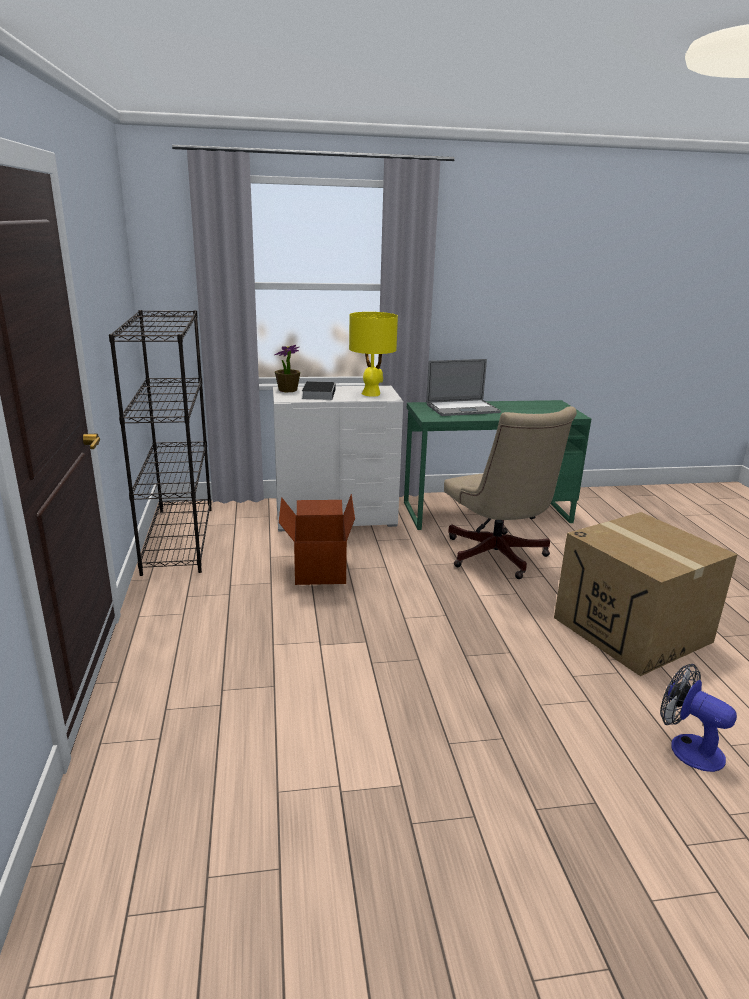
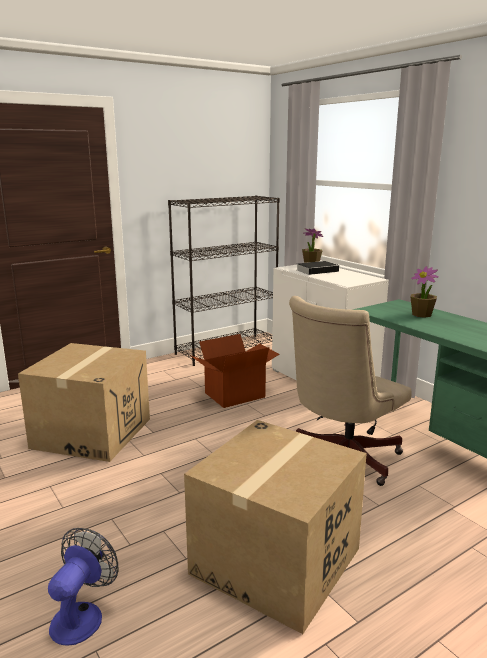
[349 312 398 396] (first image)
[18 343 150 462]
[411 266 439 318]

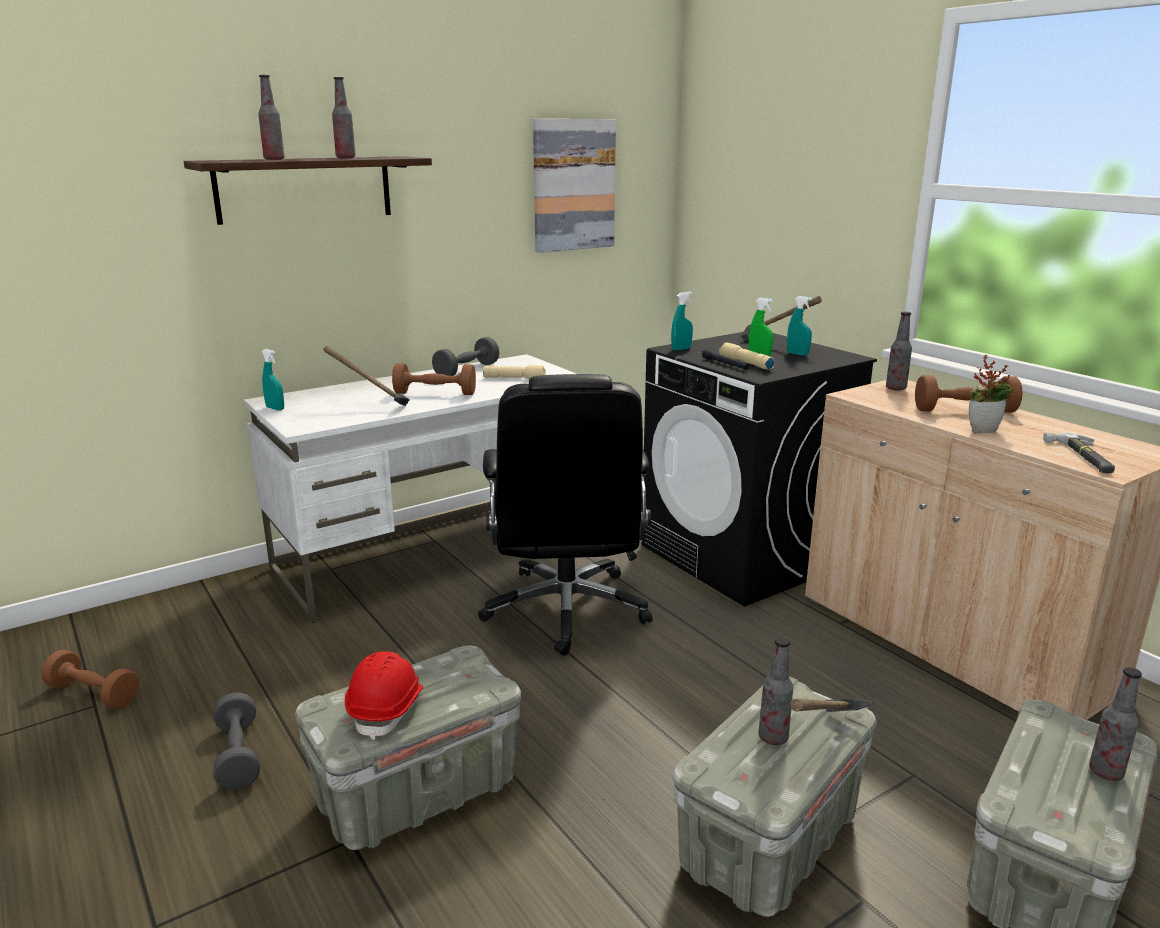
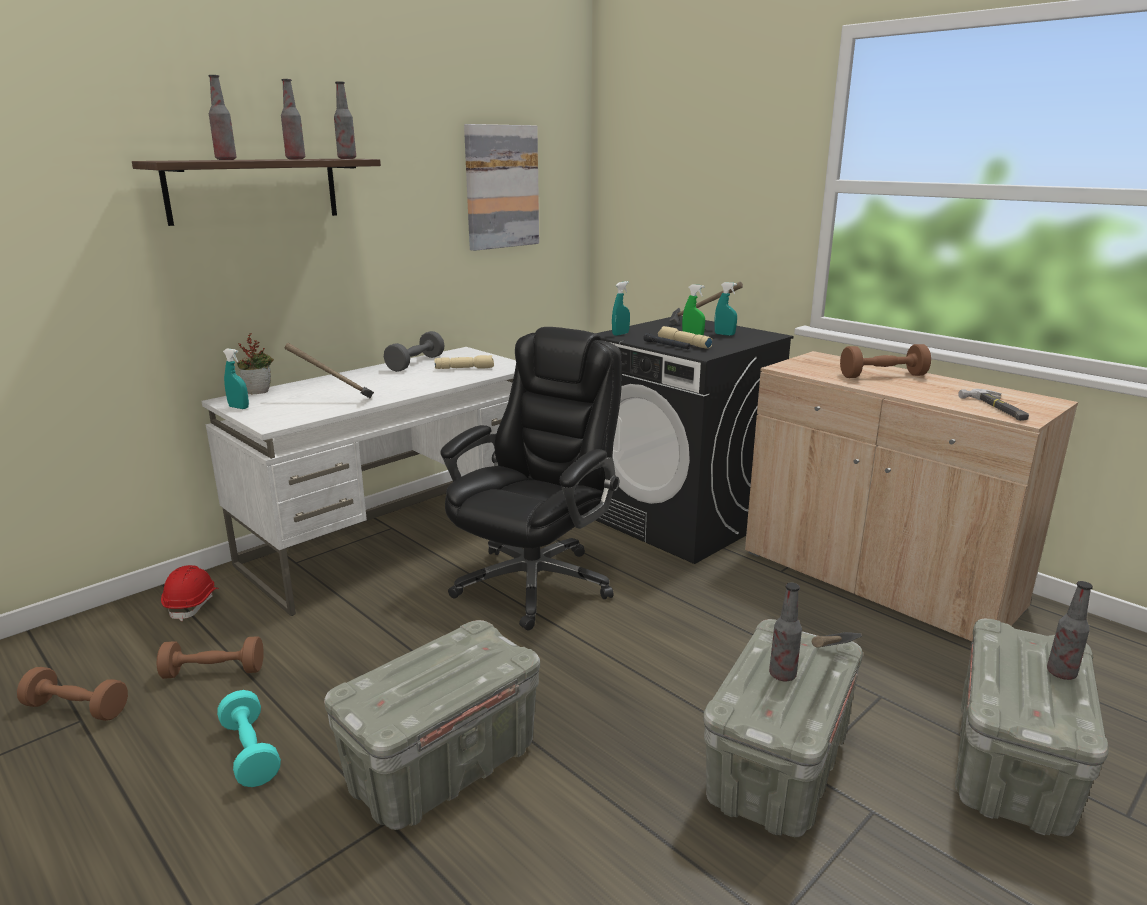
[161 565 219 621]
[157 636 264 679]
[334 81 356 159]
[237 333 274 394]
[217 690 281 787]
[440 327 622 631]

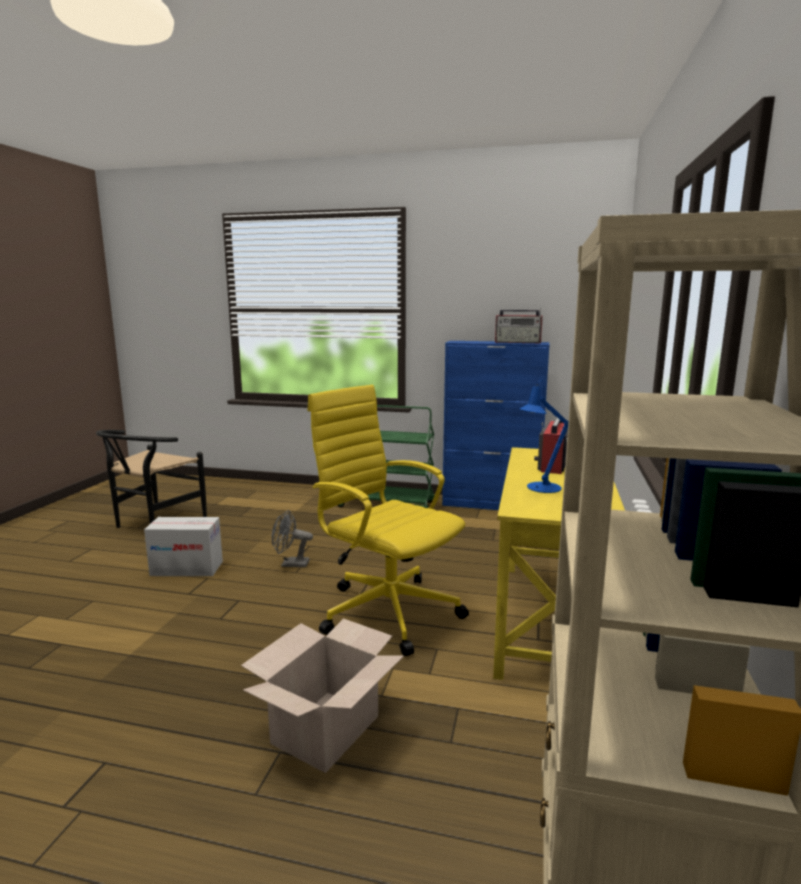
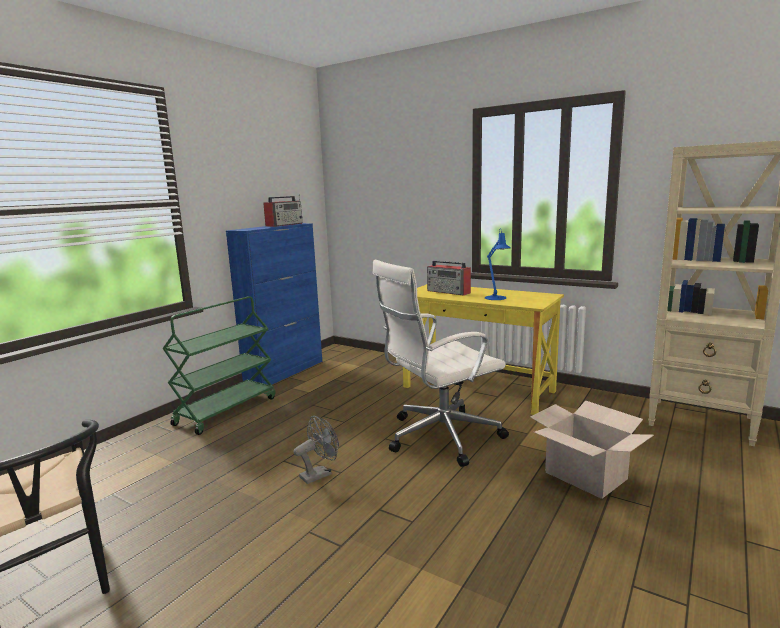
[144 517 223 576] (first image)
[372 260 509 467]
[294 416 339 484]

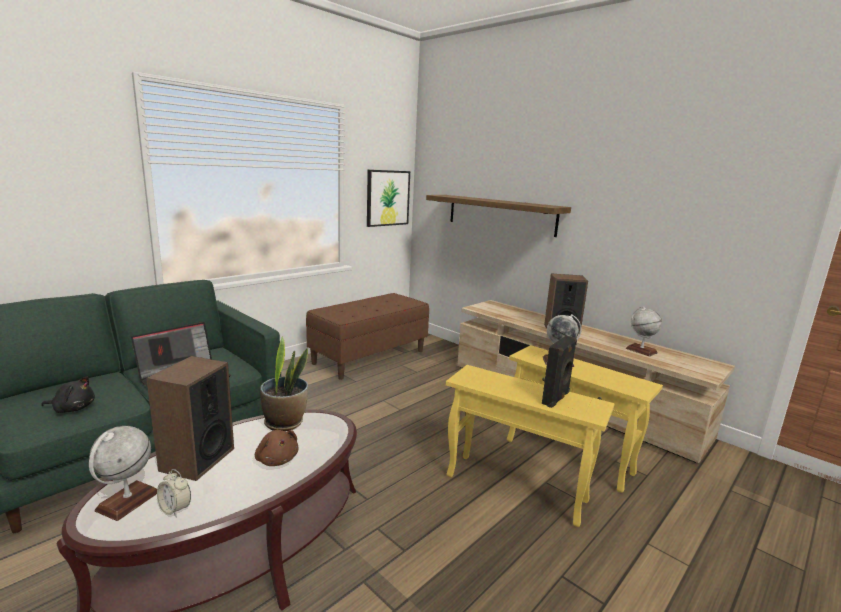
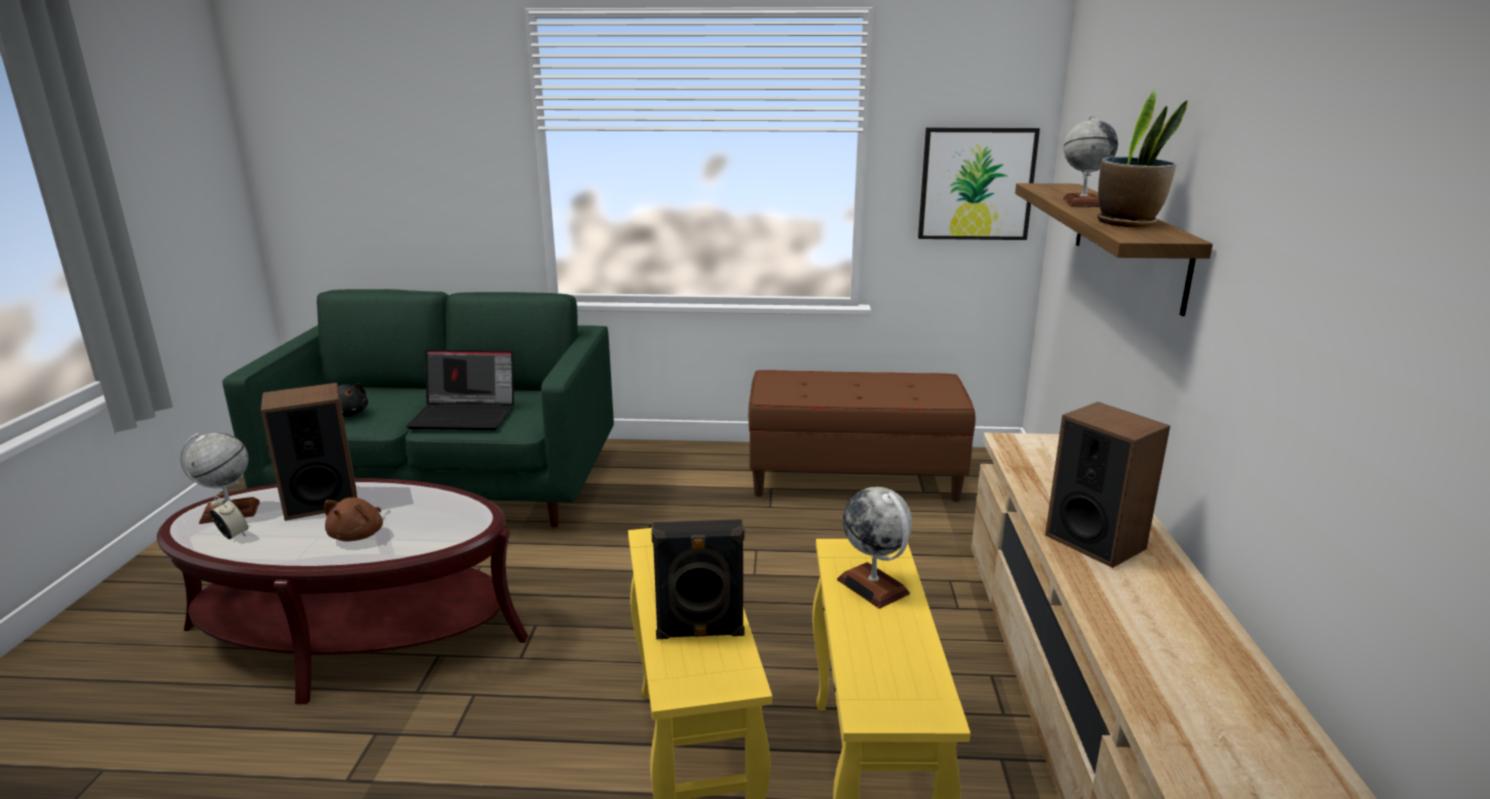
[1097 89 1188 228]
[1063 115 1118 207]
[210 496 248 539]

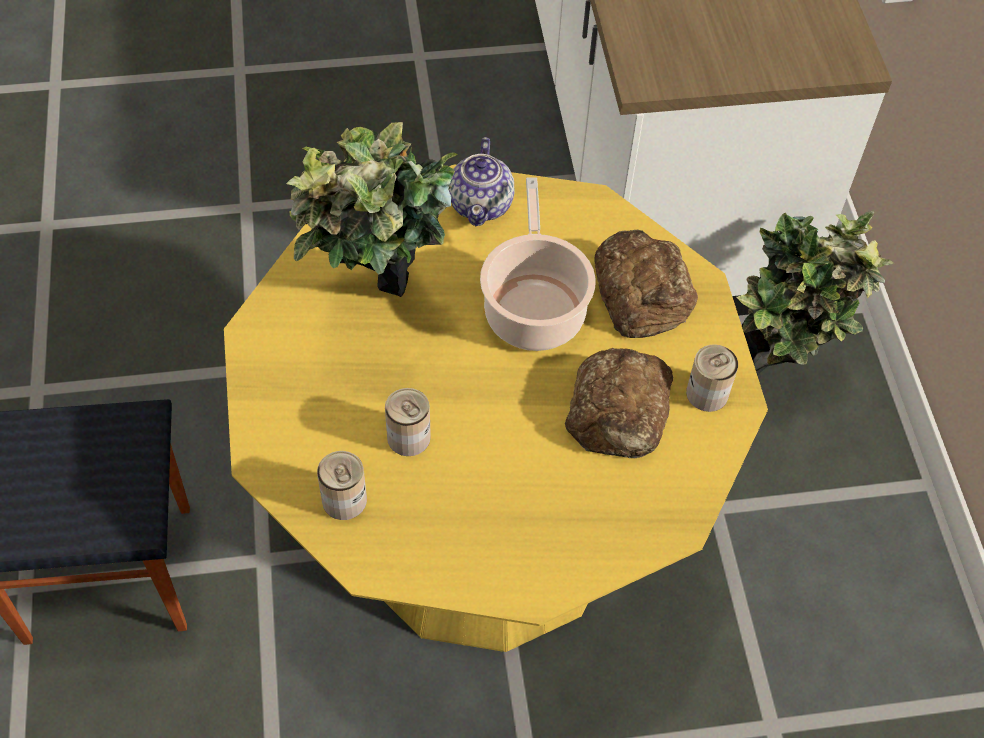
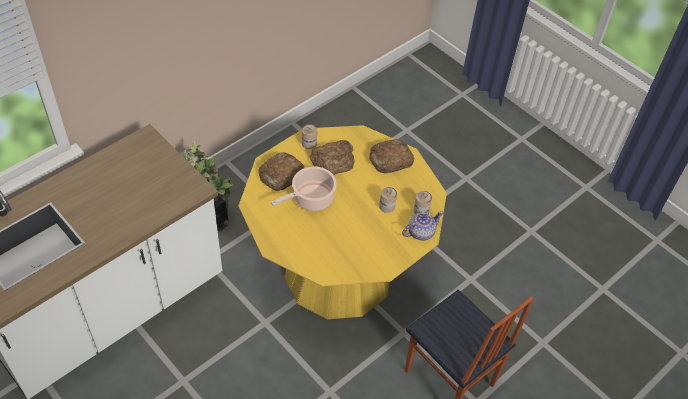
[286 122 458 297] (first image)
[369 139 415 173]
[402 211 443 241]

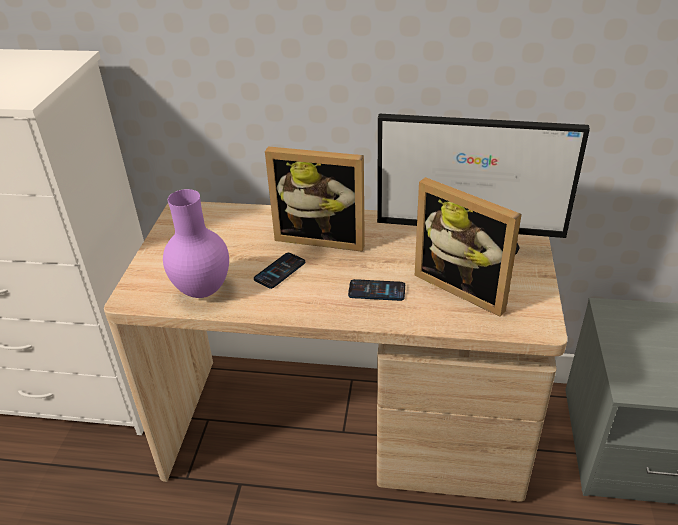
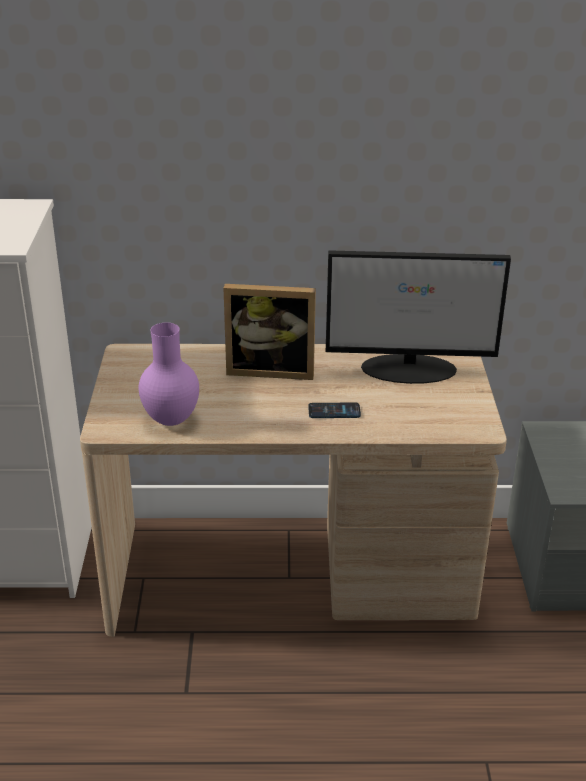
[254 253 305 289] (first image)
[415 177 522 317] (first image)

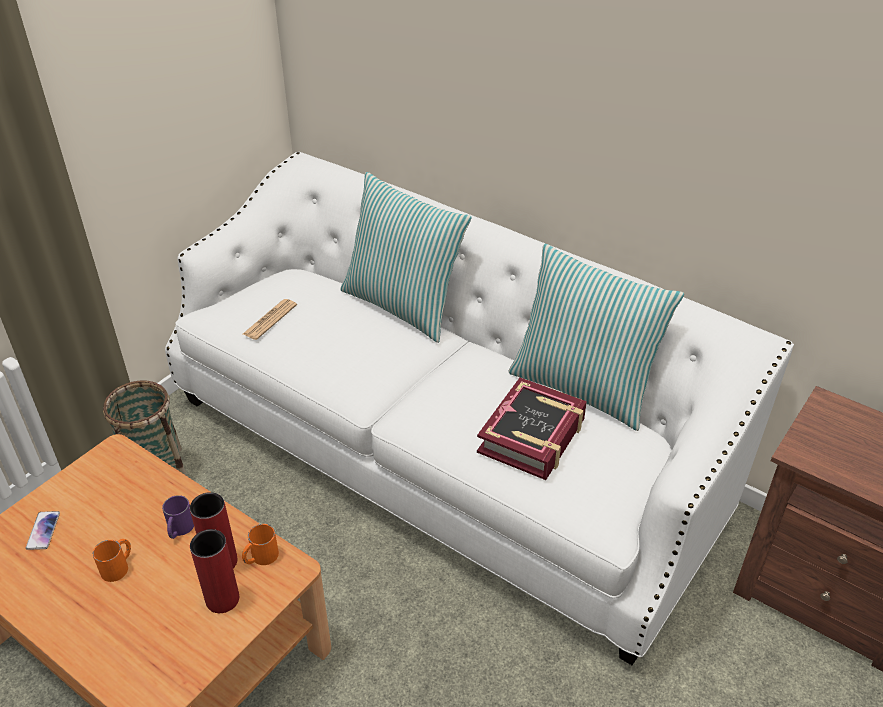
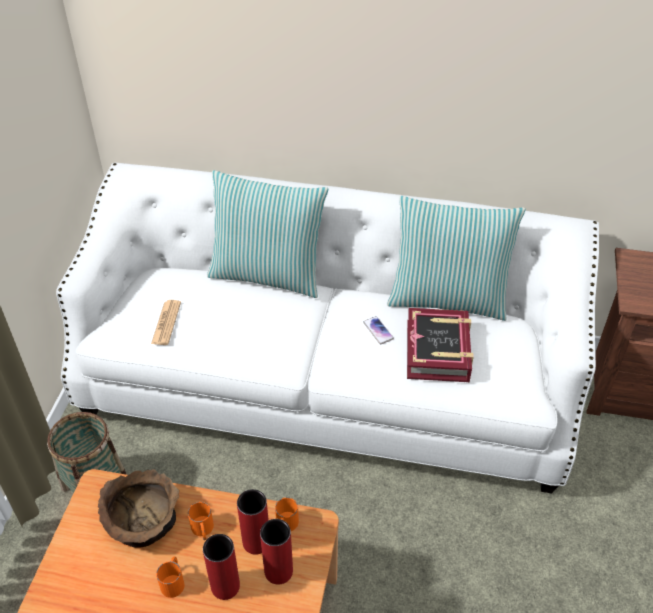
[98 469 179 548]
[203 534 240 600]
[363 316 394 344]
[188 502 214 540]

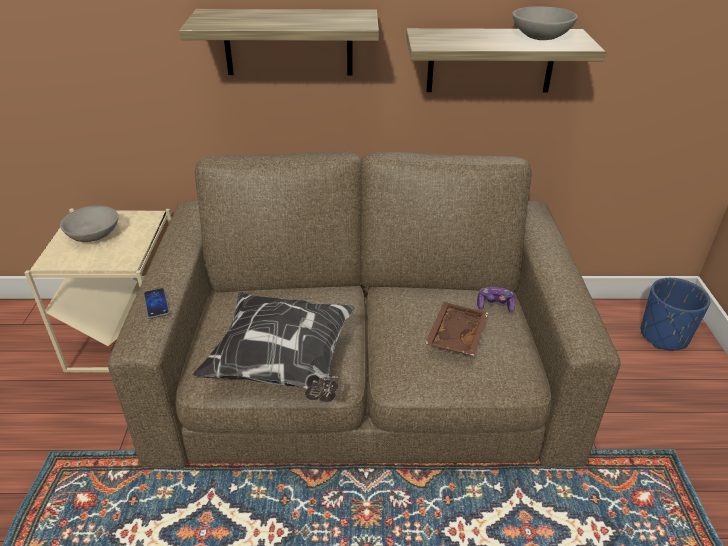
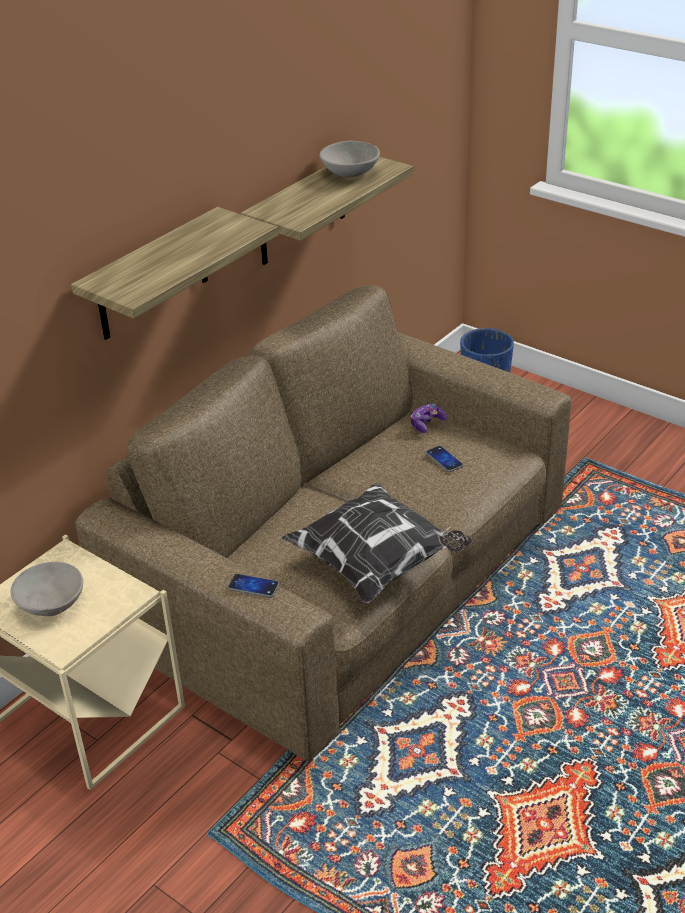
[426 446 463 472]

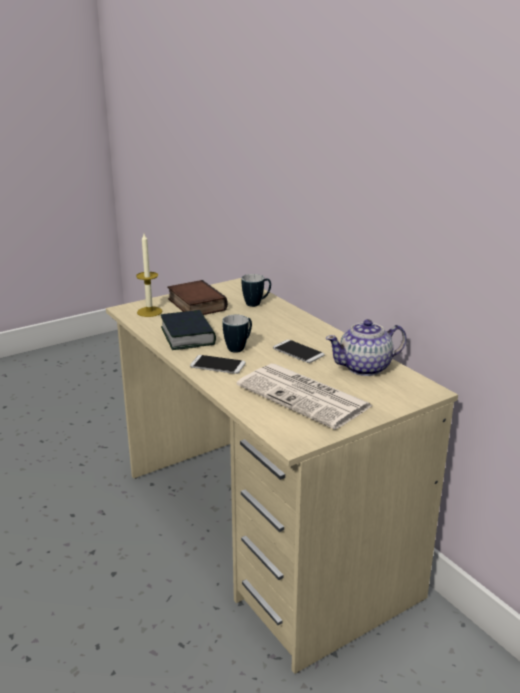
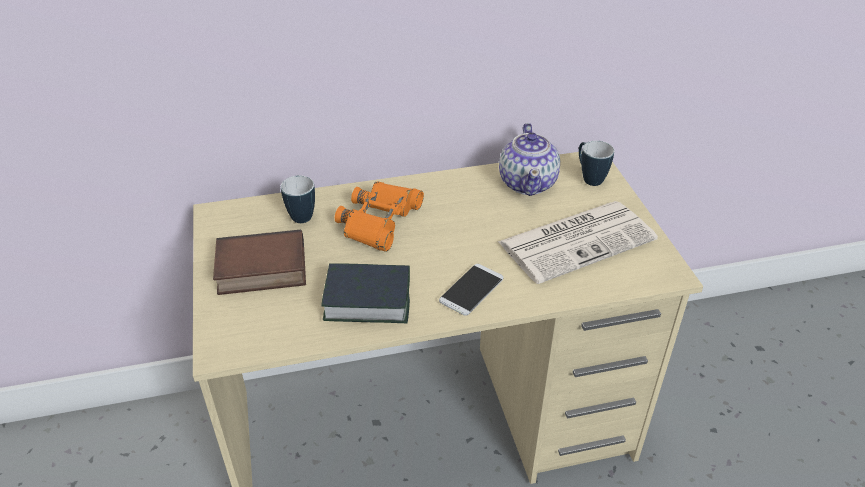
[136 234 162 317] (first image)
[273 340 325 363] (first image)
[335 182 424 252]
[579 141 614 186]

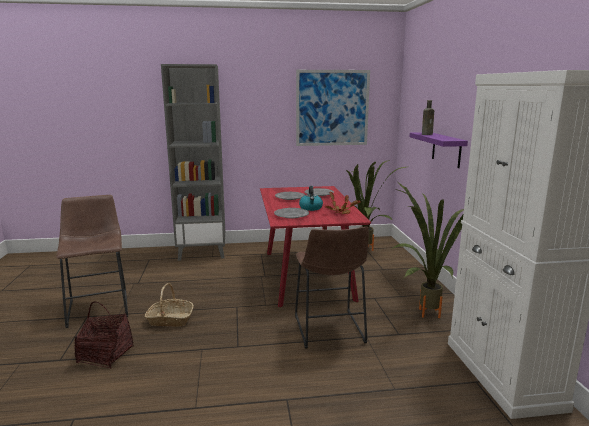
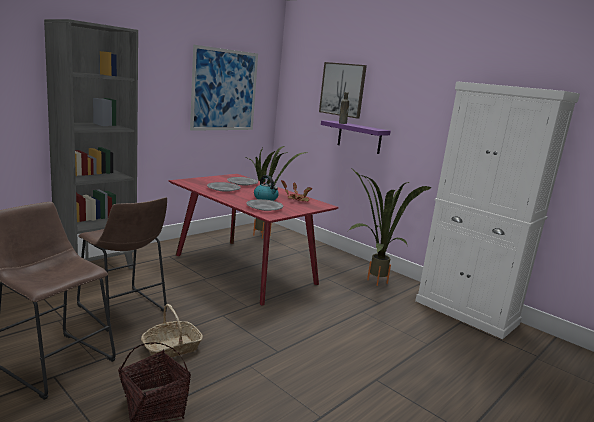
[319 62 367 118]
[77 197 167 332]

